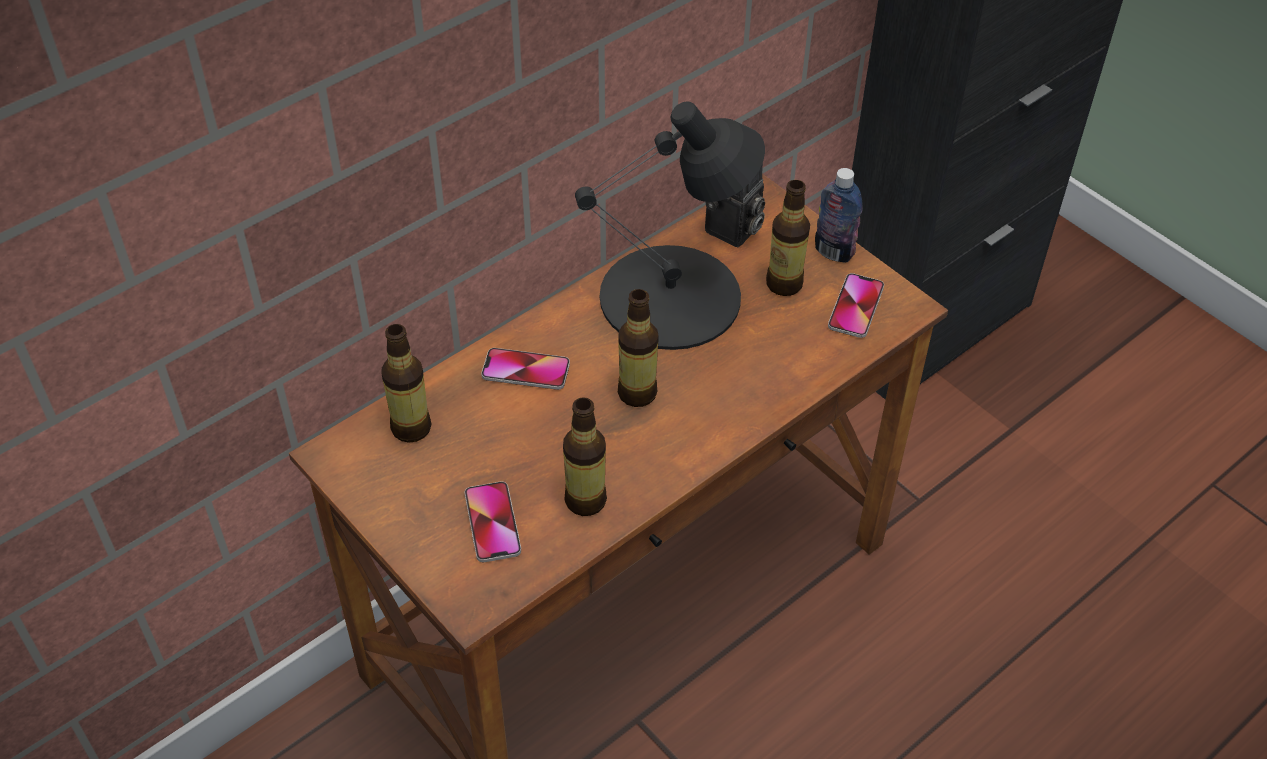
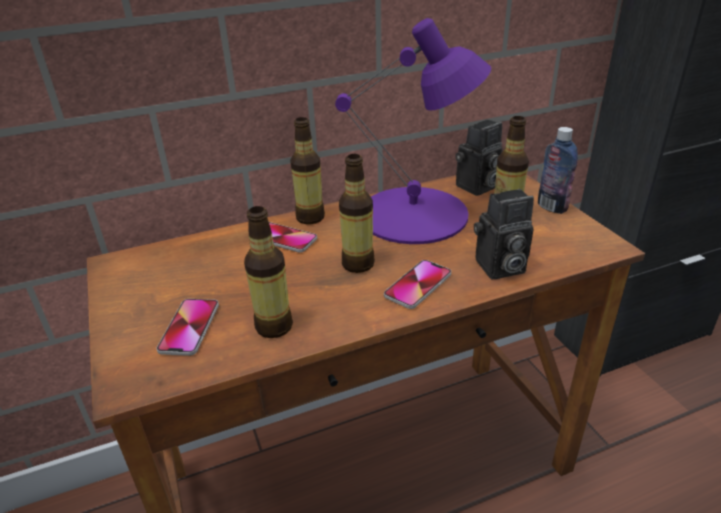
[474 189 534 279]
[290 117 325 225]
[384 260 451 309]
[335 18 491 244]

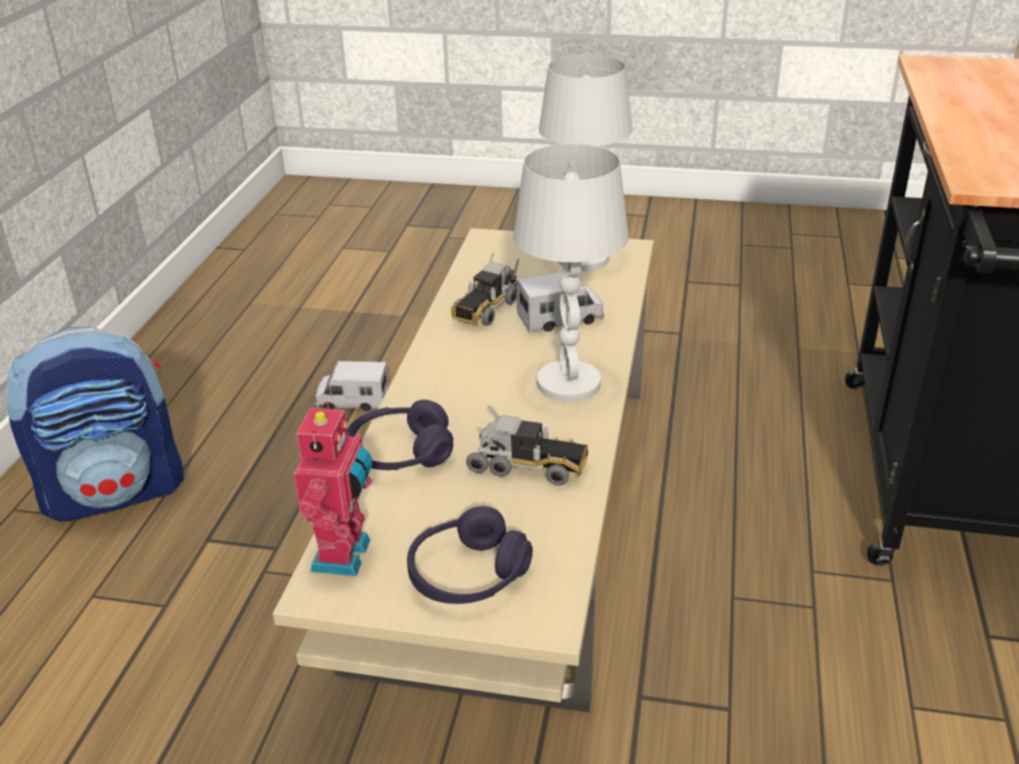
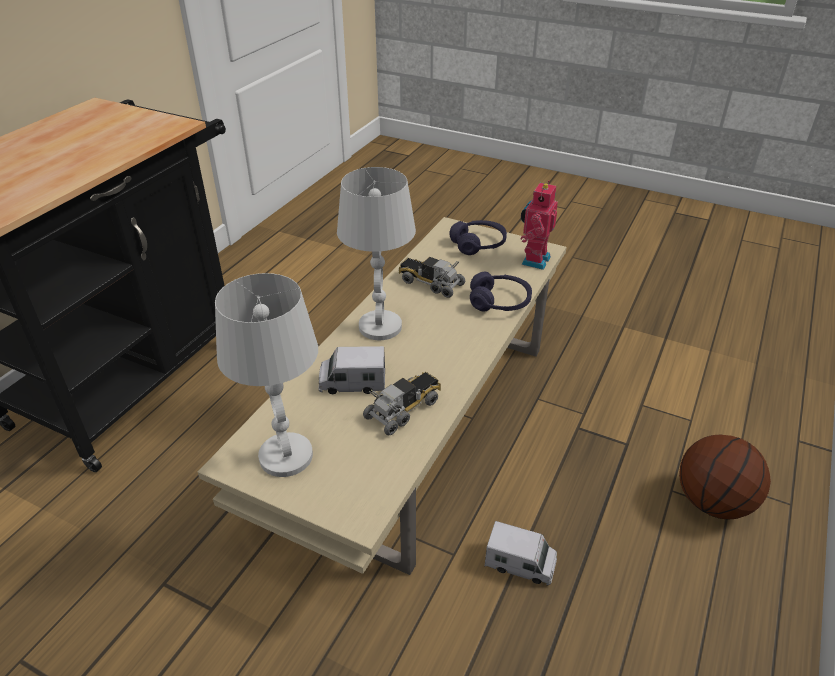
[679 435 771 520]

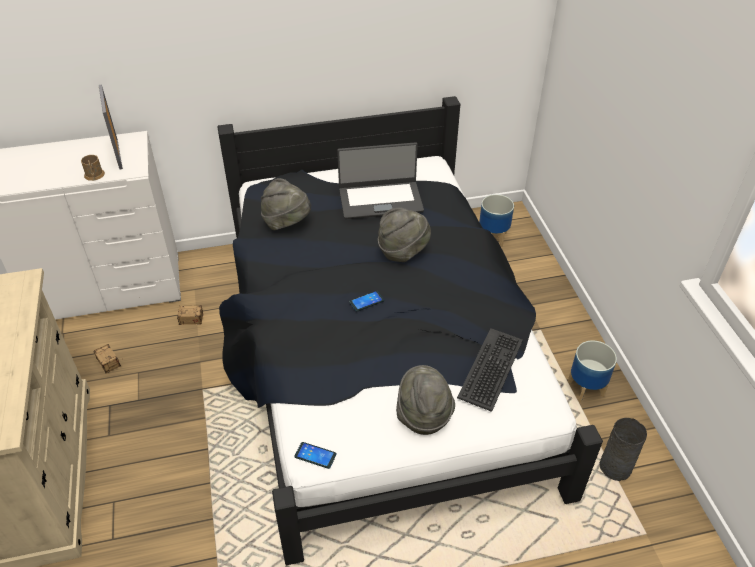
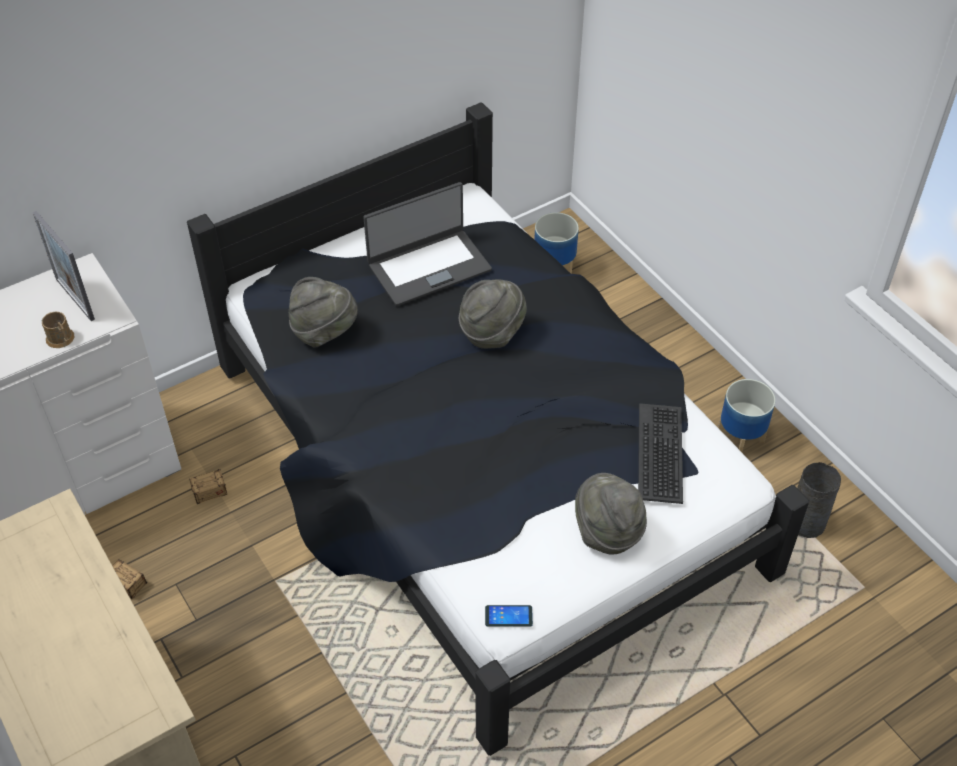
[349 291 384 312] (first image)

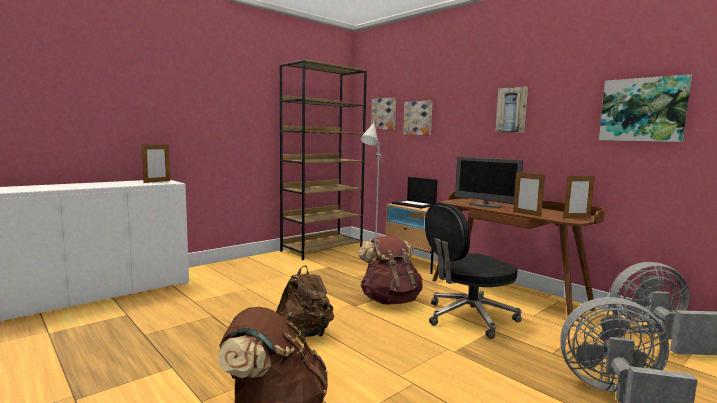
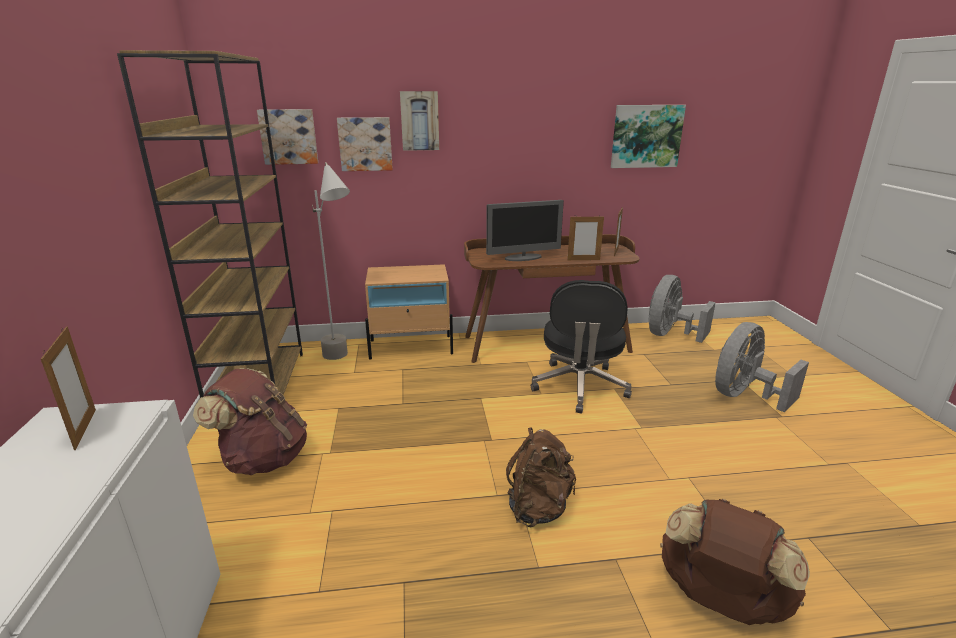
[392 177 437 208] (first image)
[193 368 307 475]
[400 91 439 151]

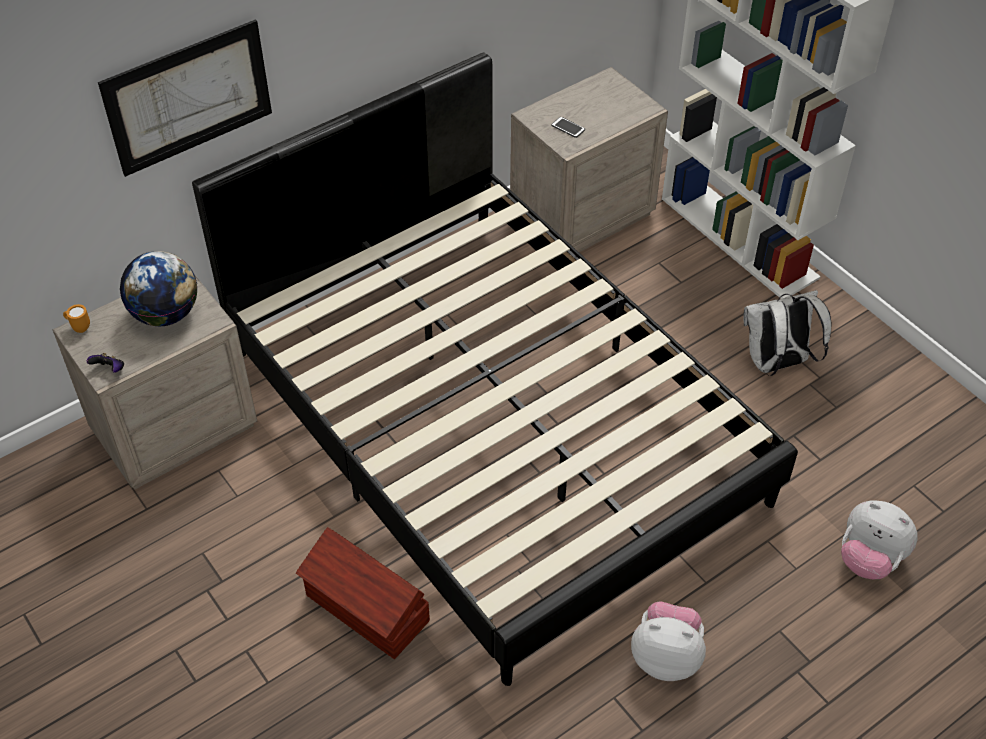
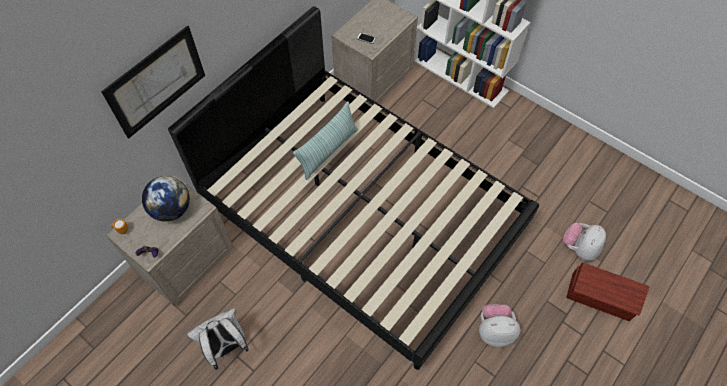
[293 101 358 180]
[566 263 650 321]
[187 308 249 370]
[562 223 606 261]

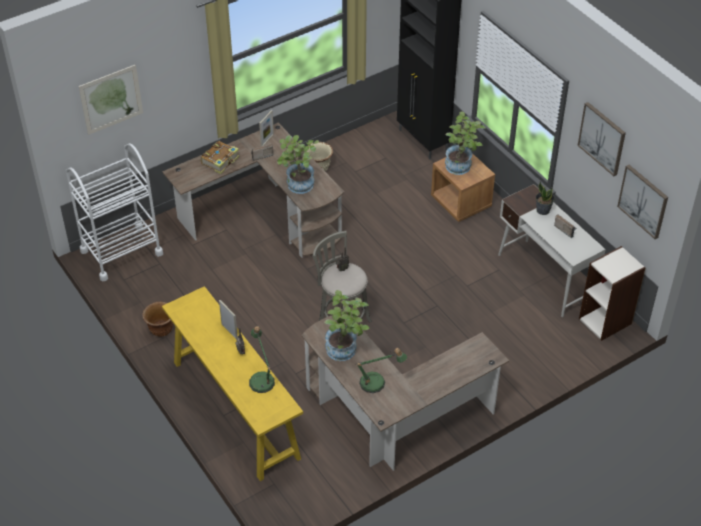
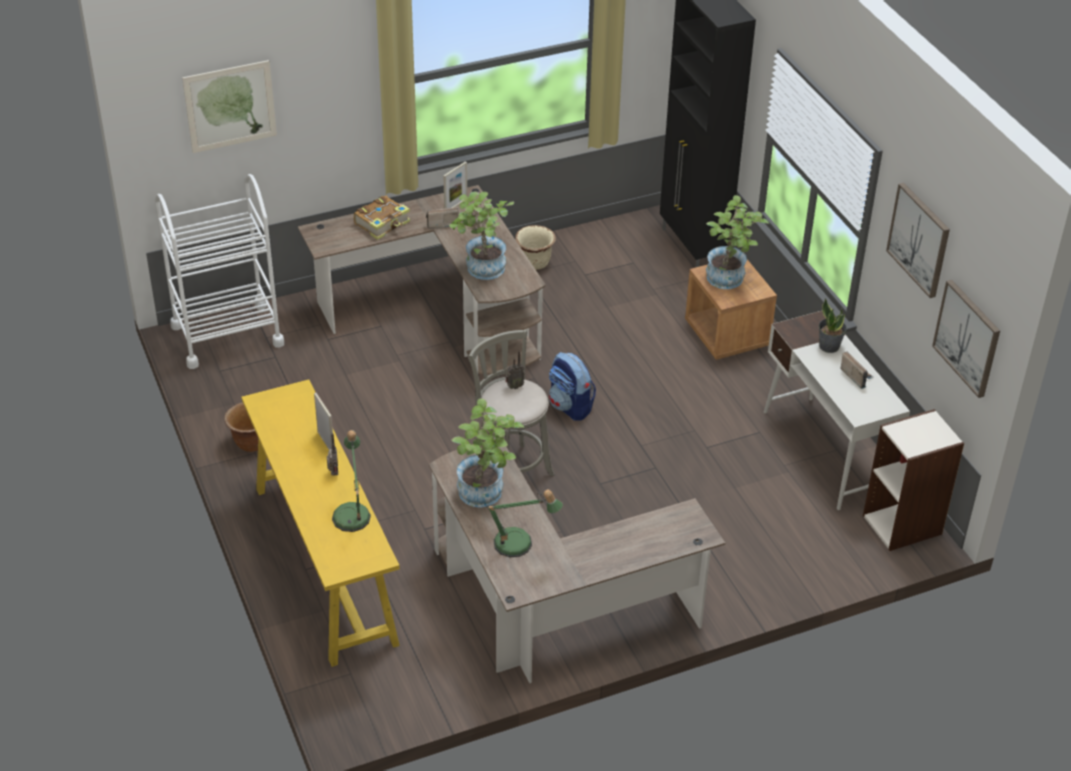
[549 352 596 421]

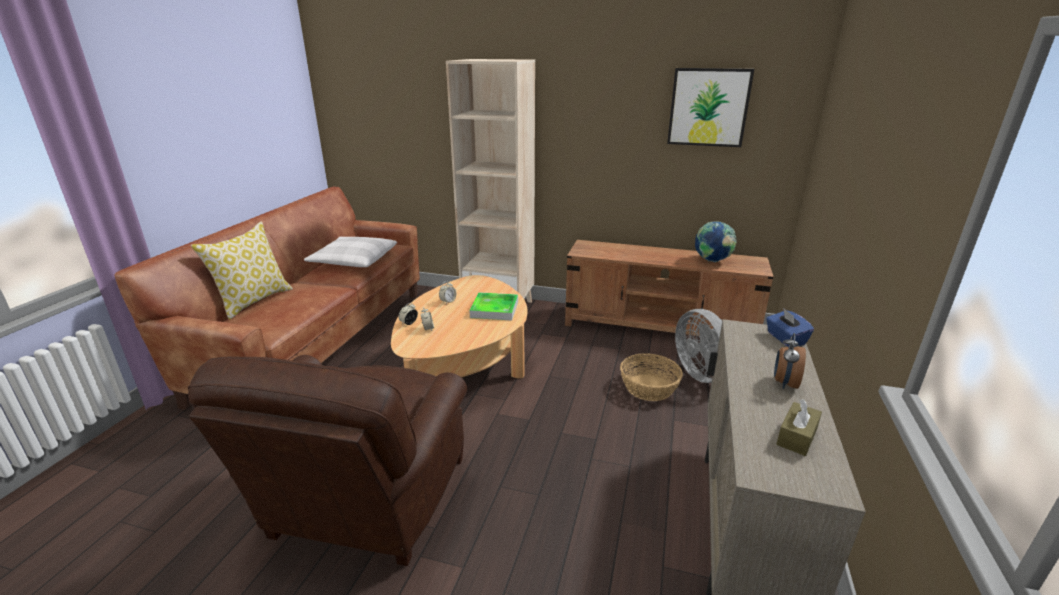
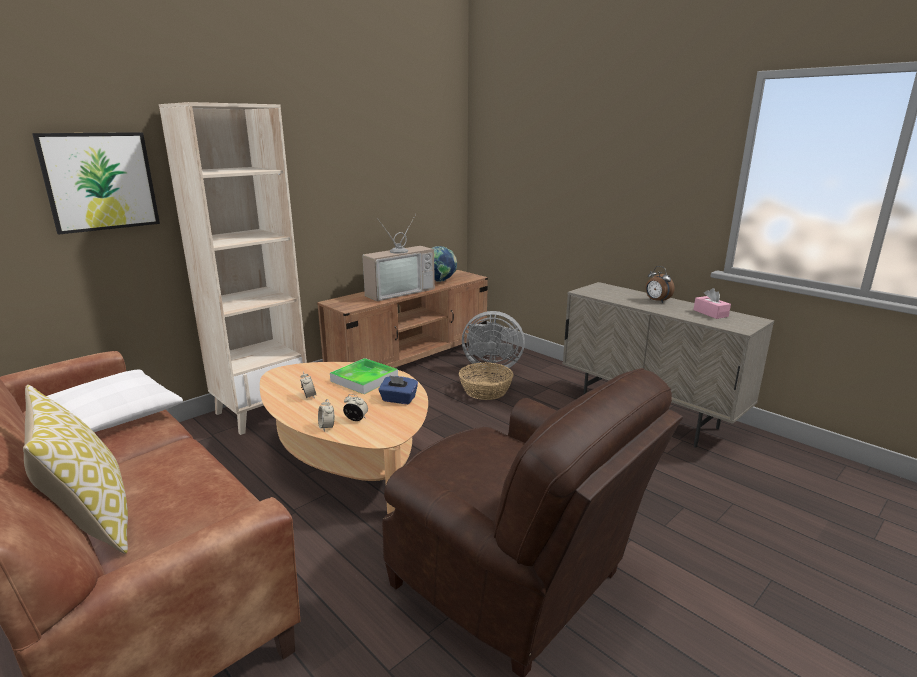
[362 214 435 301]
[32 132 160 234]
[378 375 418 404]
[694 288 731 319]

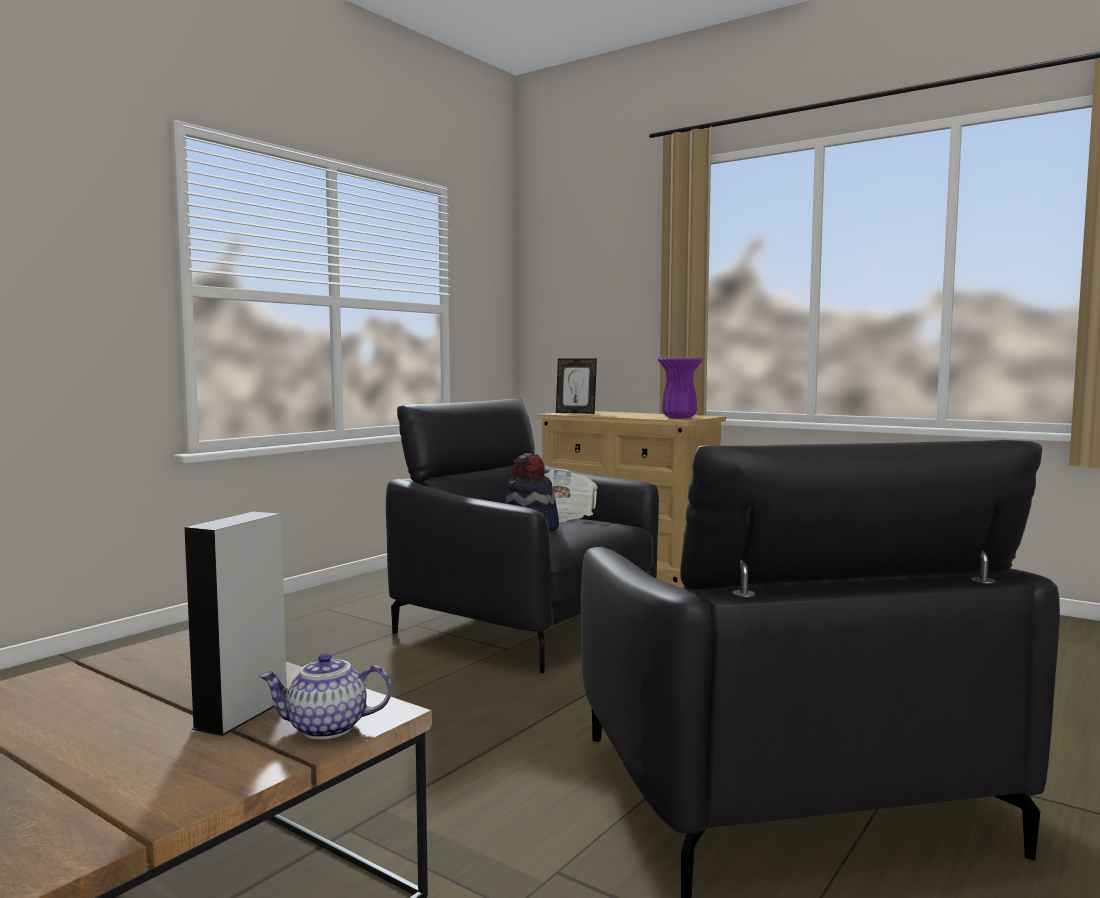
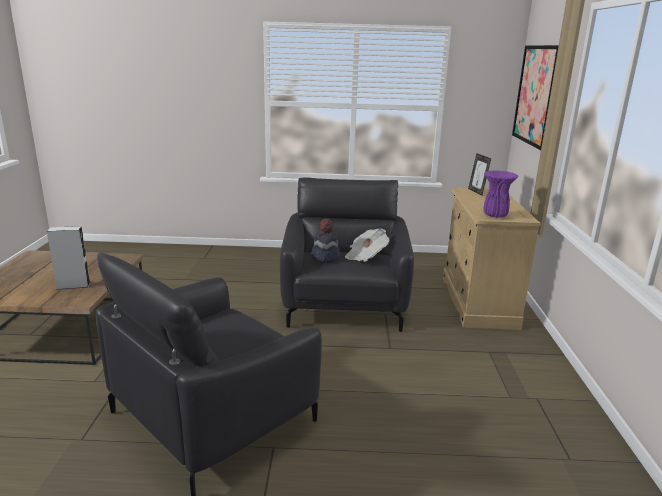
[259 653 392 739] (first image)
[512 45 559 150]

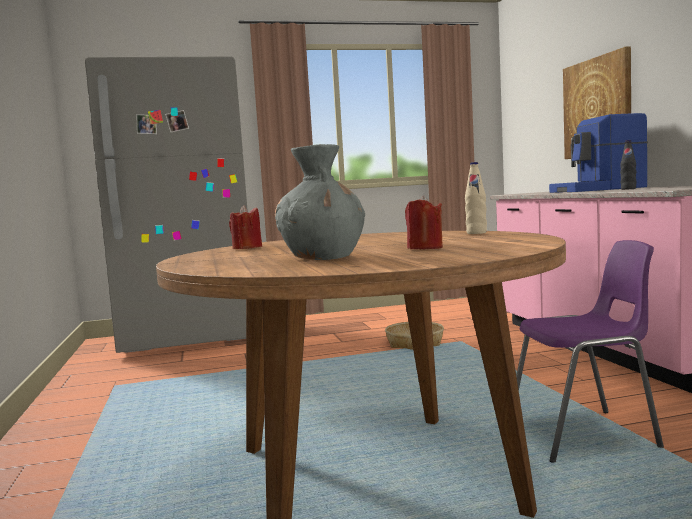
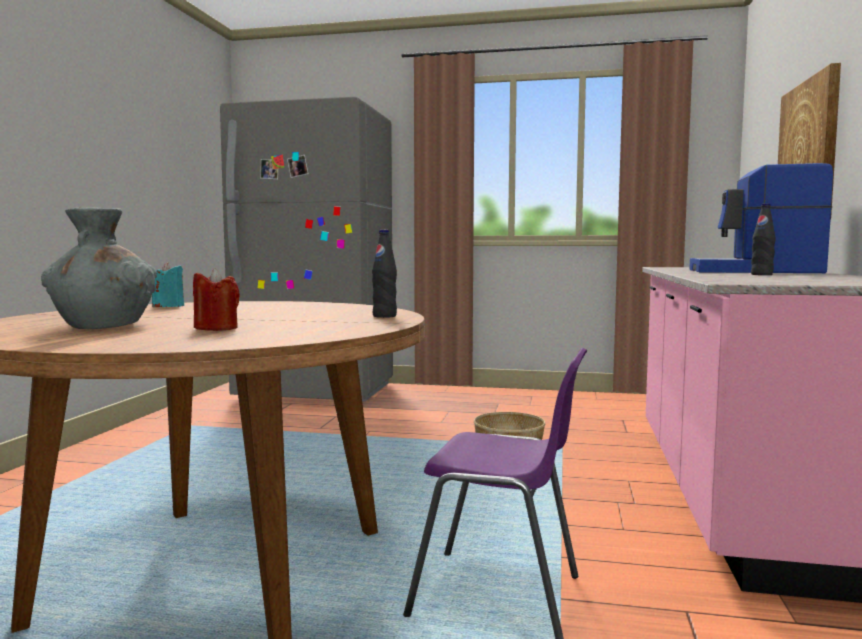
[152 262 184 307]
[372 230 397 318]

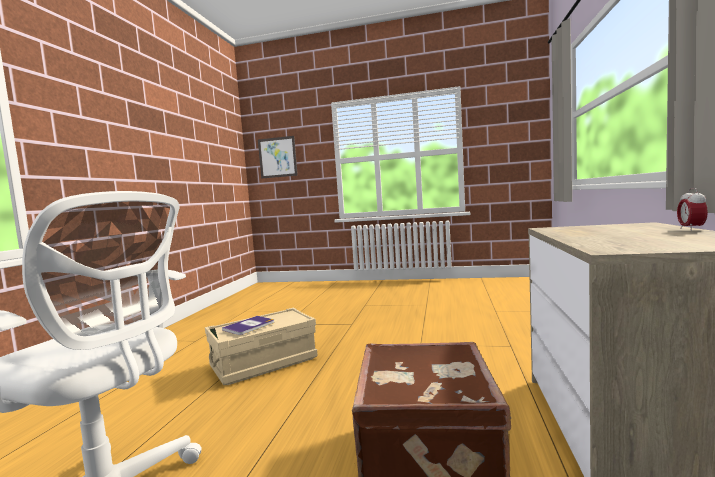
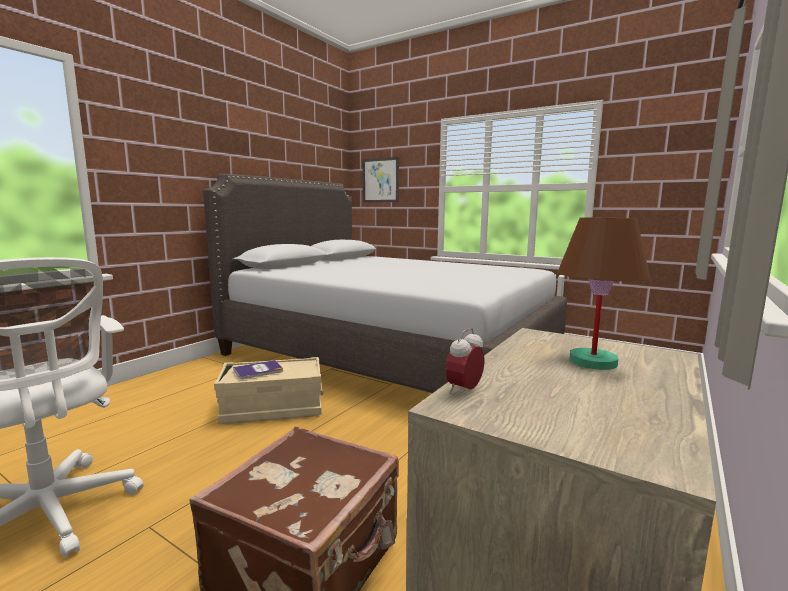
[203 174 567 393]
[557 217 650 370]
[445 328 485 394]

